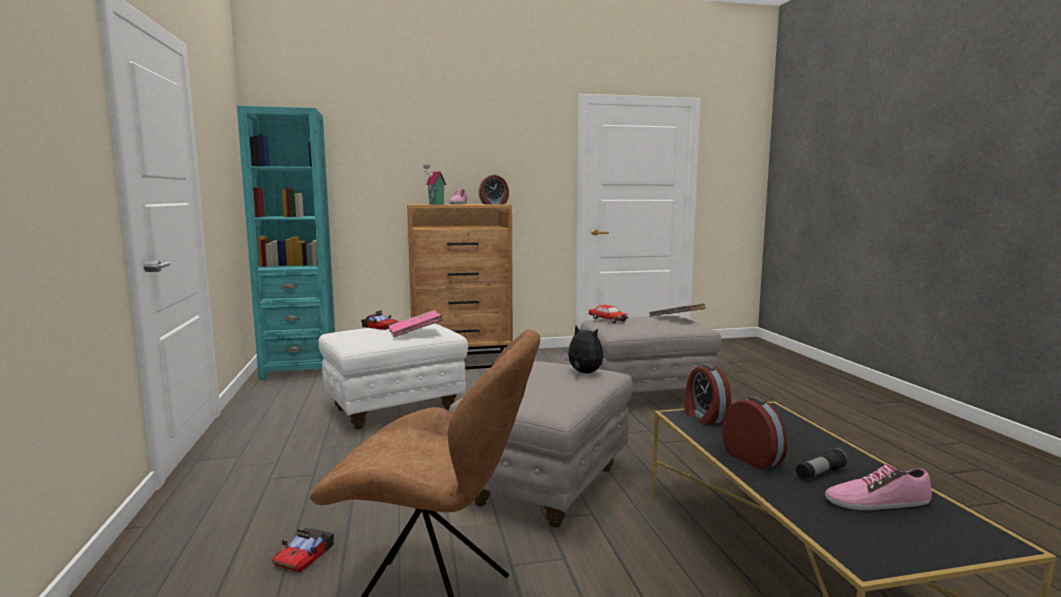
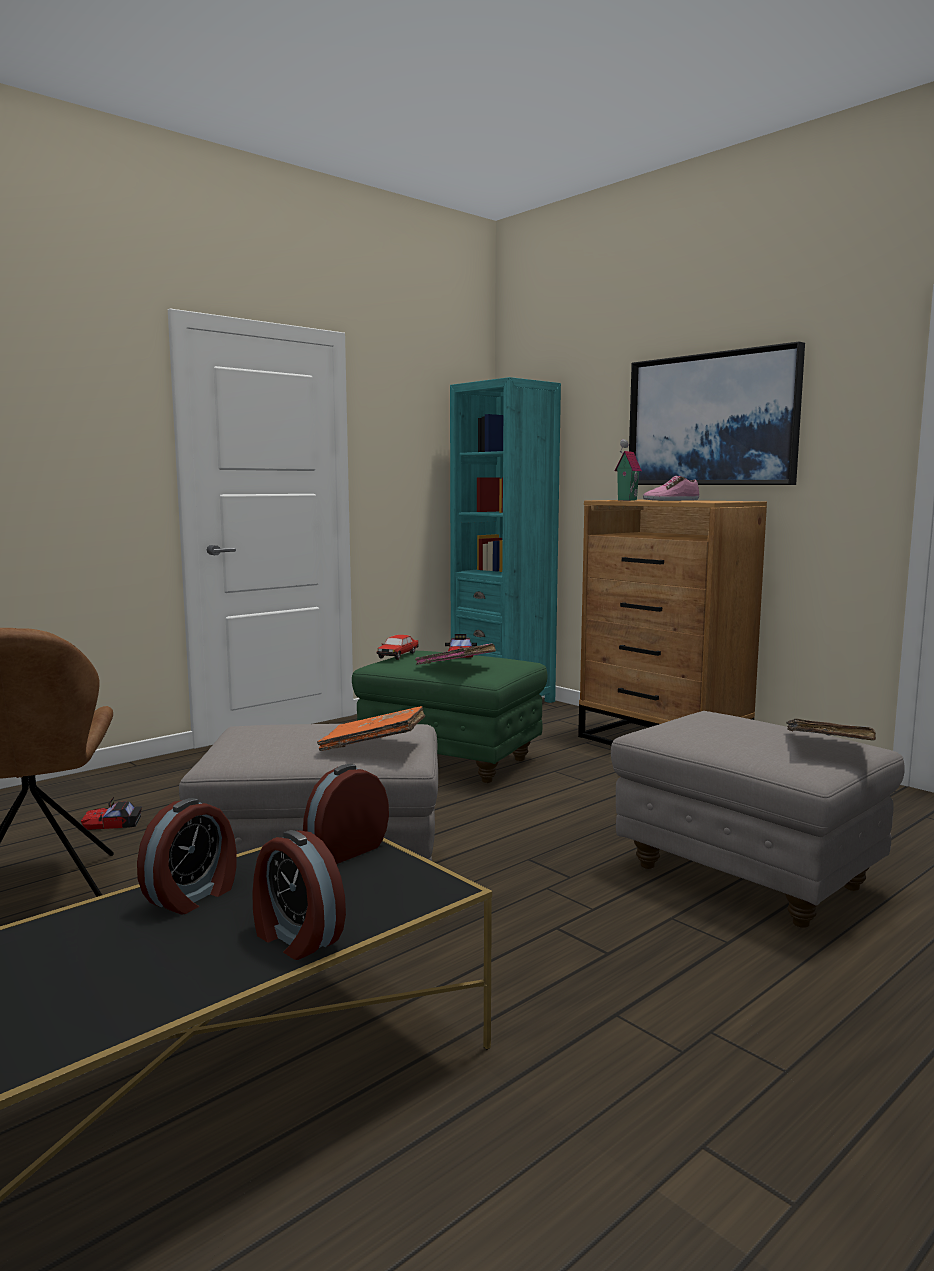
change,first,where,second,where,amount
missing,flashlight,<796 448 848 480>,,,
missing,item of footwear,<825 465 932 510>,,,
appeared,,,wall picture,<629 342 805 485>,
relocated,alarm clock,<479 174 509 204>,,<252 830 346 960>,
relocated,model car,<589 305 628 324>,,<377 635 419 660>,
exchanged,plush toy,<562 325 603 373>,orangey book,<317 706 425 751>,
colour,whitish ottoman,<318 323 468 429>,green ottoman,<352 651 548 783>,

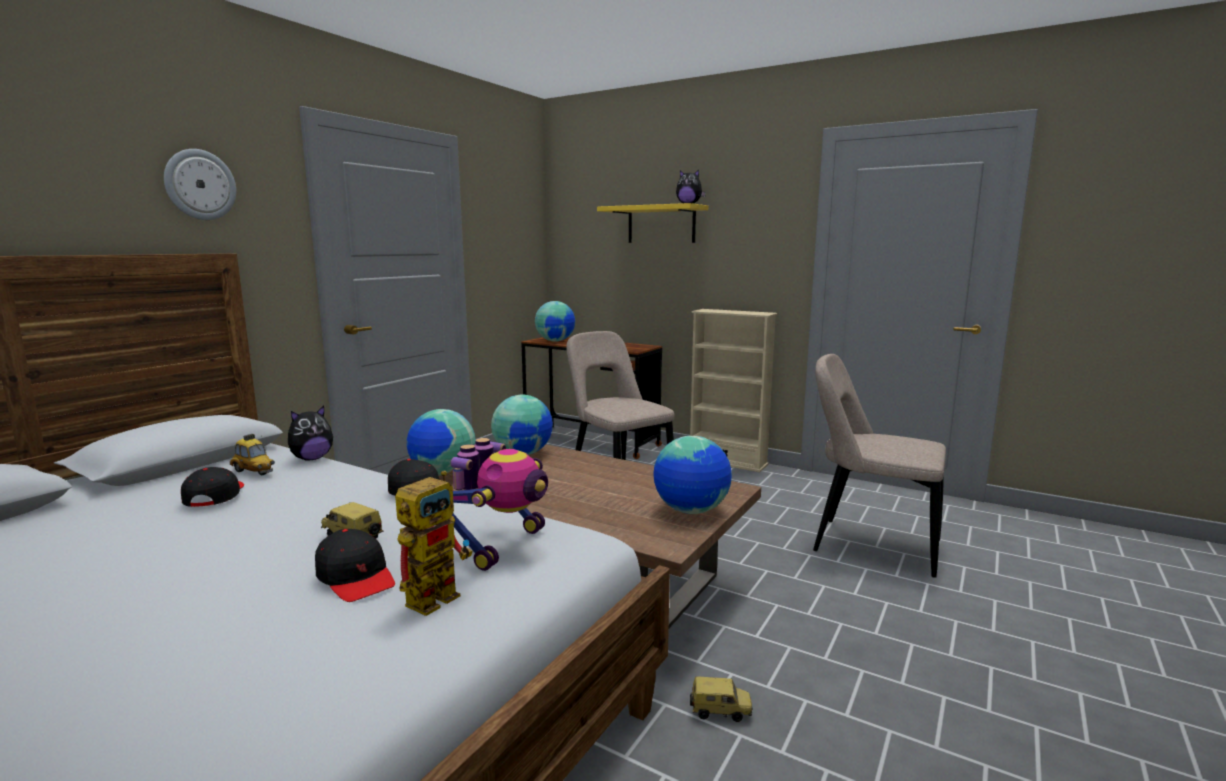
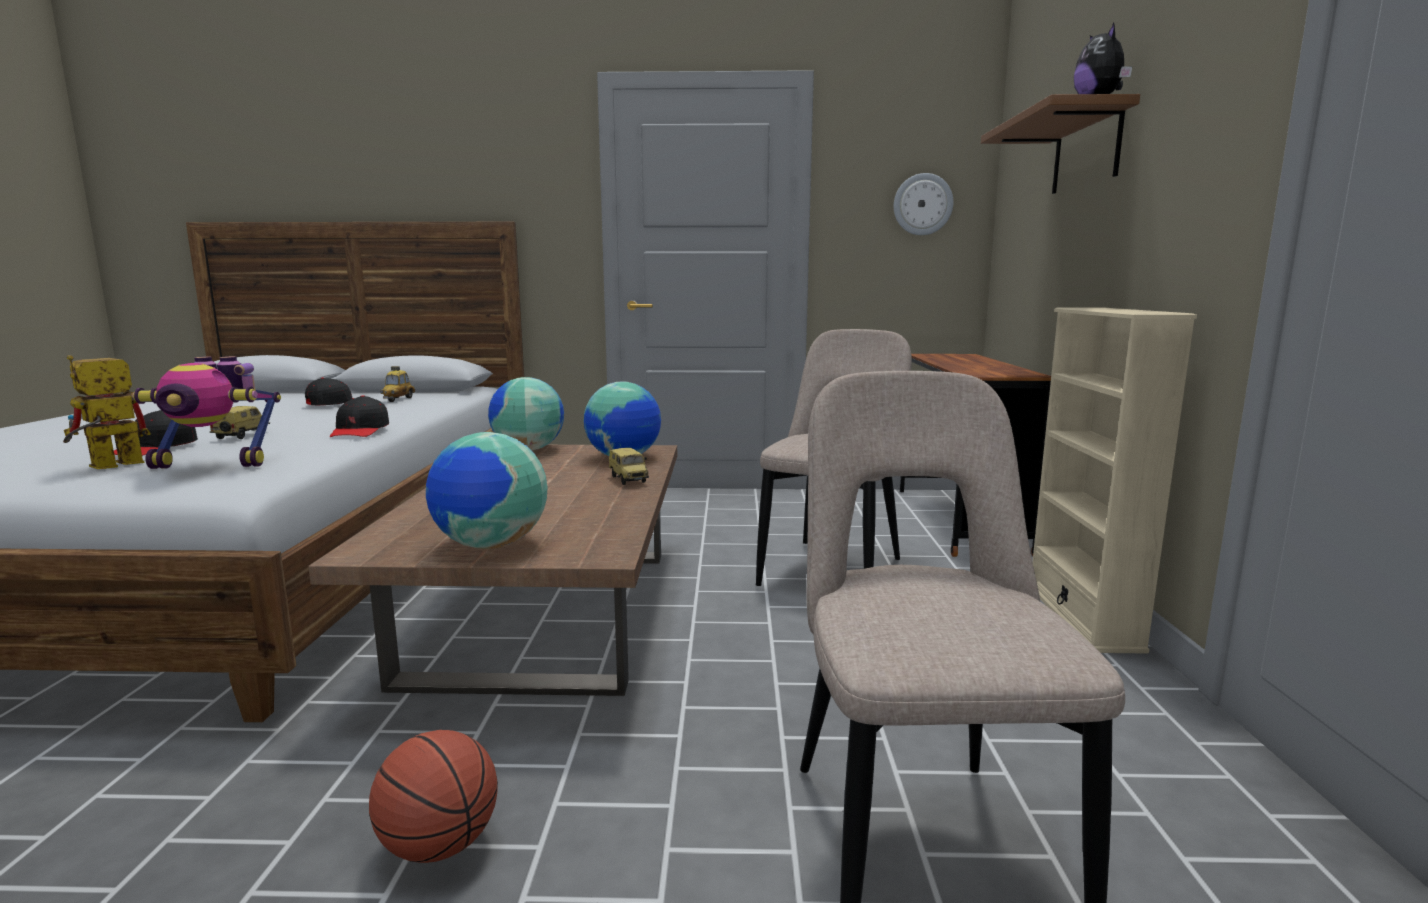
change,first,where,second,where,amount
missing,plush toy,<288 406 333 461>,,,
missing,world globe,<535 301 575 342>,,,
appeared,,,basketball ball,<369 730 498 863>,
relocated,clock on the wall,<164 149 236 220>,,<894 173 953 235>,
relocated,model car,<690 677 753 722>,,<609 448 649 485>,
colour,yellowish bracket shelf,<597 203 708 243>,brownish bracket shelf,<981 94 1140 194>,
spun,model robot,<395 471 473 616>,,<63 355 151 469>,120 degrees clockwise

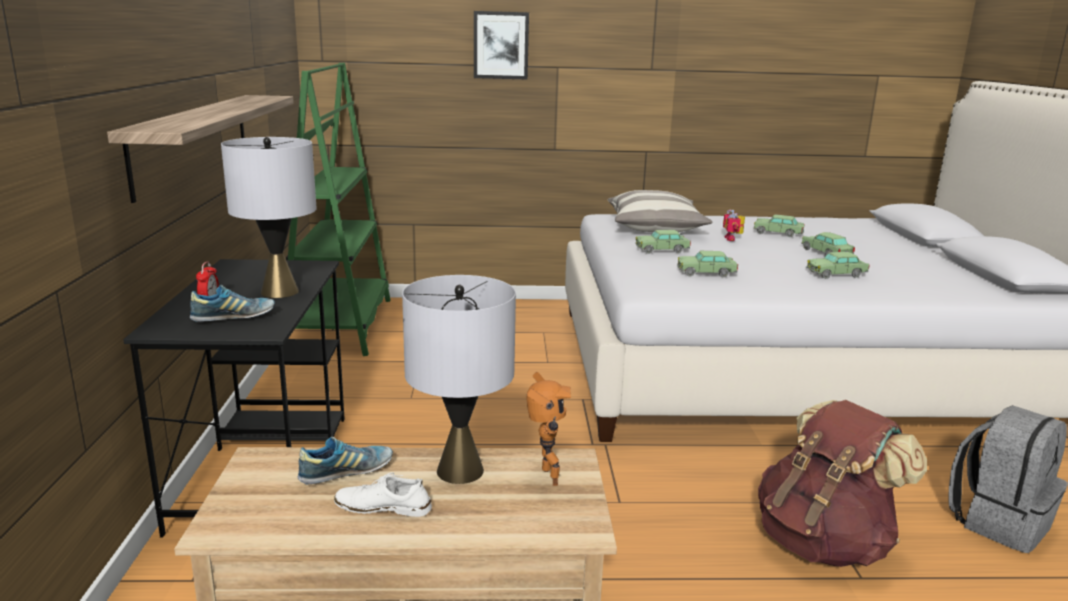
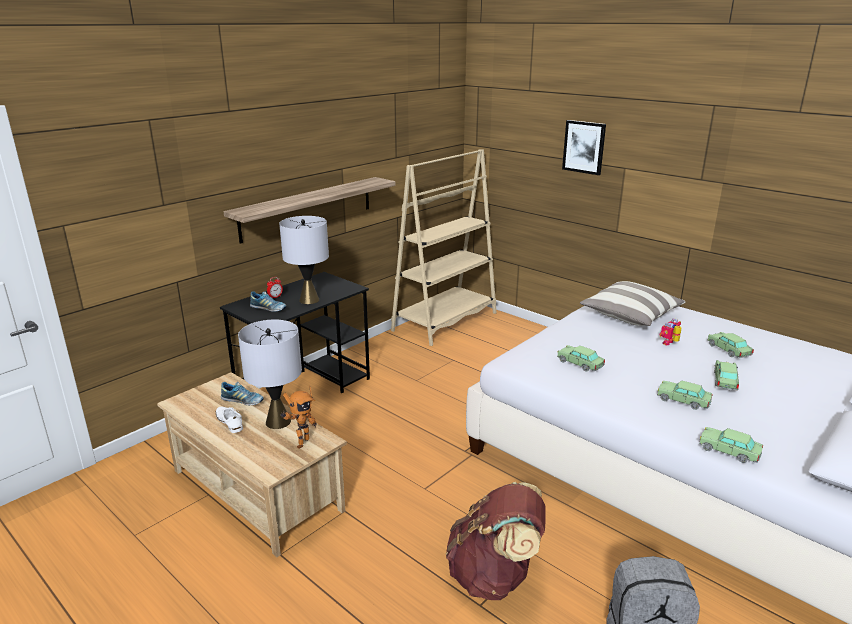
change,first,where,second,where,amount
relocated,model car,<635 230 691 254>,,<699 427 763 463>,
colour,green shelving unit,<286 63 390 356>,beige shelving unit,<391 149 497 346>,

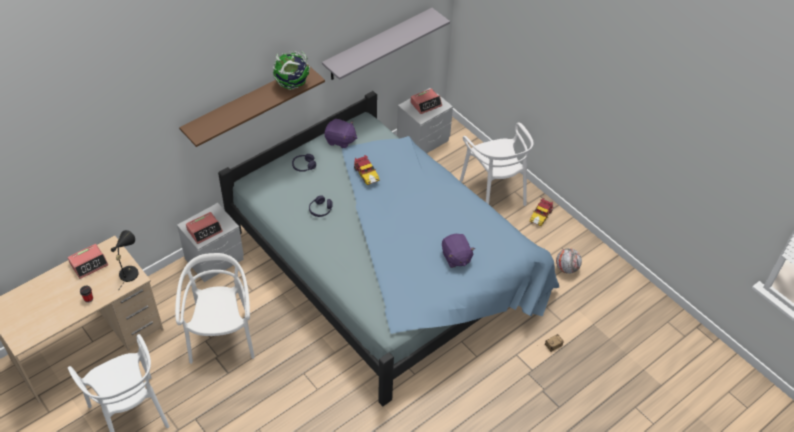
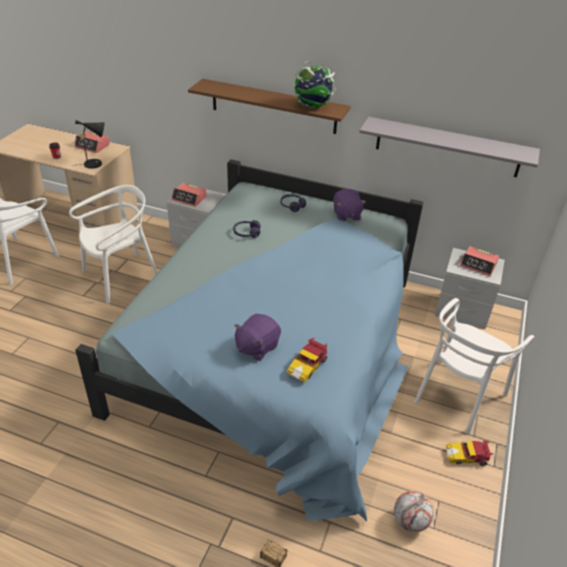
change,first,where,second,where,amount
relocated,model car,<354 155 380 185>,,<287 338 328 382>,

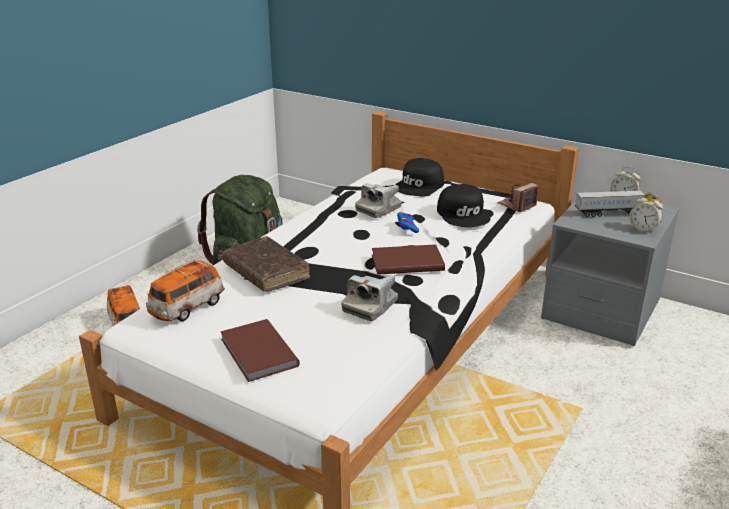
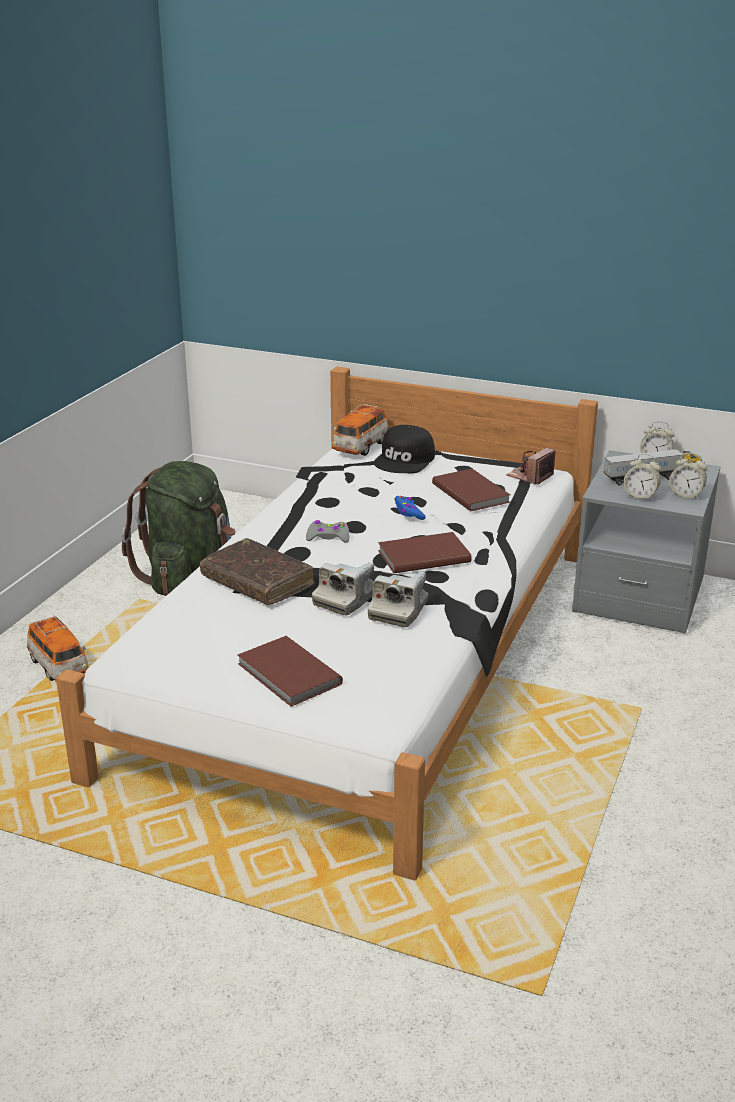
change,first,where,second,where,amount
appeared,,,greyish game controller,<306 520 349 543>,
appeared,,,alarm clock,<624 454 661 501>,
relocated,model car,<146 259 225 321>,,<332 403 388 456>,
relocated,still camera,<355 183 402 218>,,<312 562 374 615>,
exchanged,black peaked cap,<437 184 490 227>,brownish book,<432 469 510 511>,

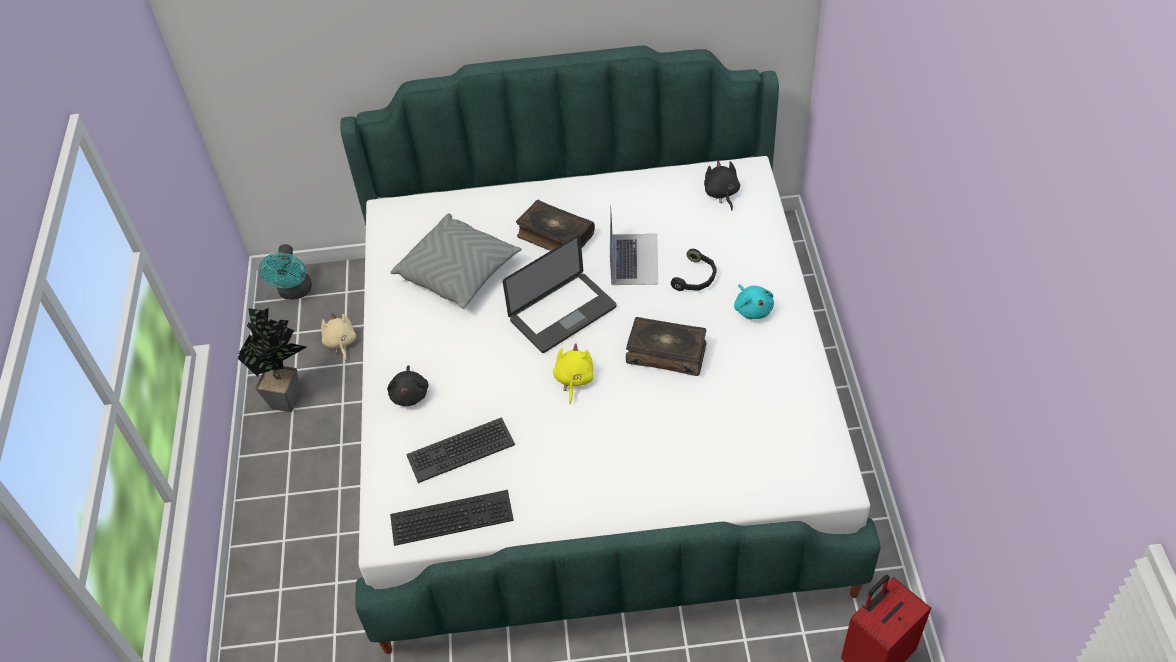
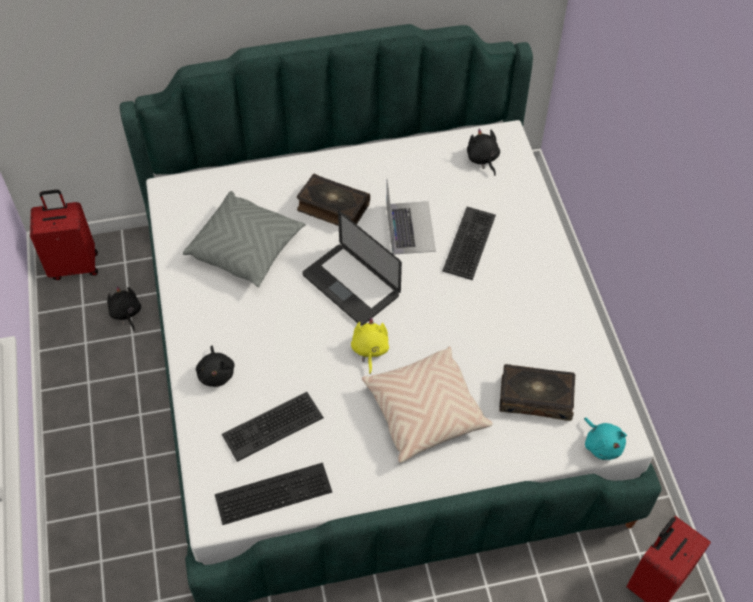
change,first,where,second,where,amount
missing,potted plant,<238 308 307 412>,,,
appeared,,,beige pillow,<362 346 493 463>,
relocated,book,<626 317 706 376>,,<499 364 575 421>,
relocated,turquoise-coloured plush toy,<734 284 774 319>,,<584 418 627 460>,
exchanged,turquoise-coloured electric fan,<259 244 312 300>,reddish piece of luggage,<30 190 98 280>,
exchanged,black pair of headphones,<671 249 717 291>,computer keyboard,<442 207 496 280>,
colour,beige plush toy,<321 313 356 361>,black plush toy,<107 286 141 331>,
spun,laptop,<503 235 617 353>,,<302 211 402 326>,90 degrees clockwise

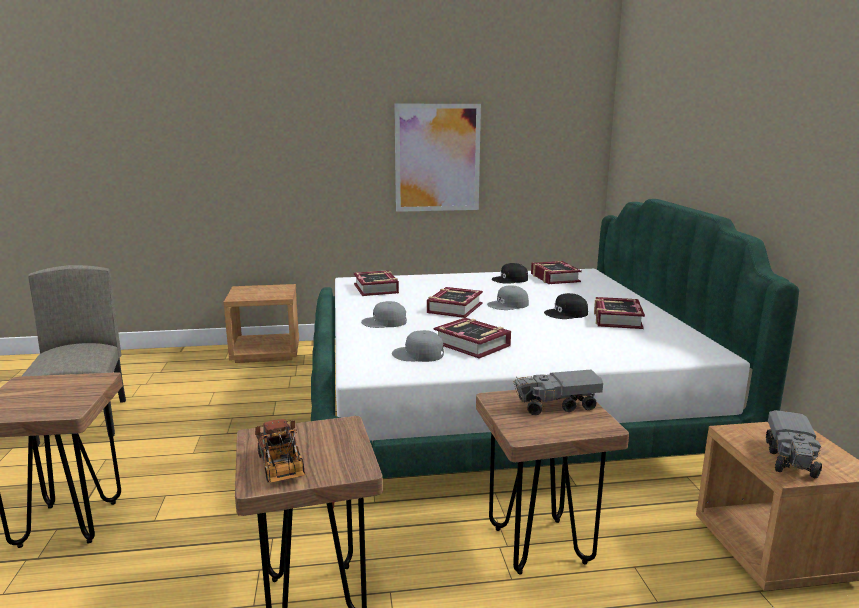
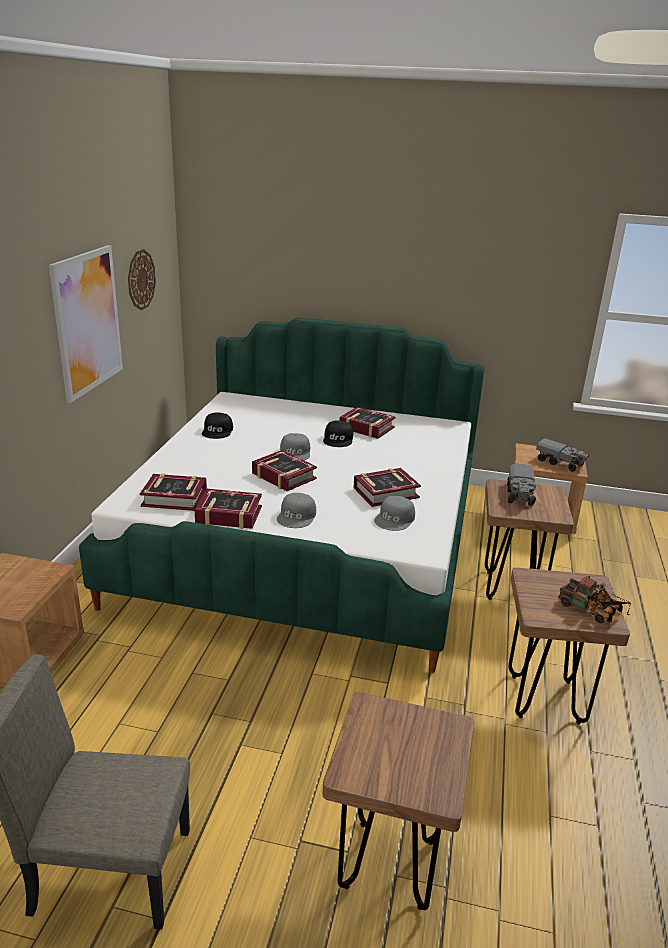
change,first,where,second,where,amount
appeared,,,clock on the wall,<128 249 156 310>,
relocated,book,<531 261 582 284>,,<195 489 262 529>,
spun,model truck,<255 419 306 483>,,<558 576 631 623>,45 degrees clockwise

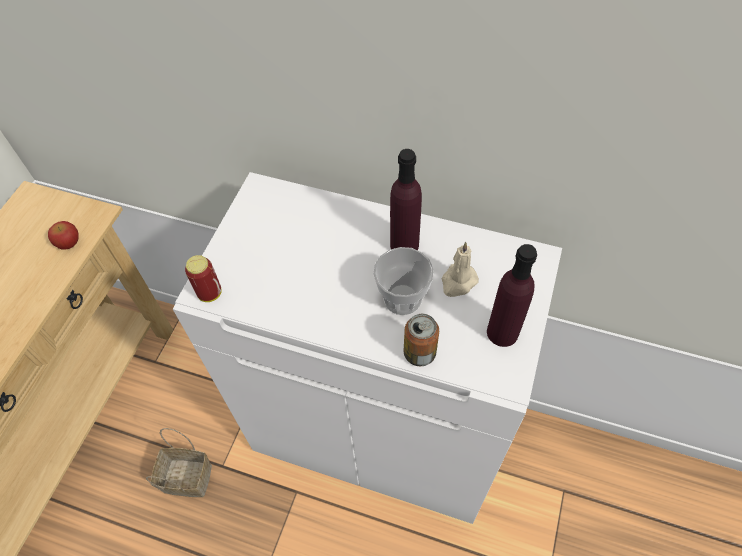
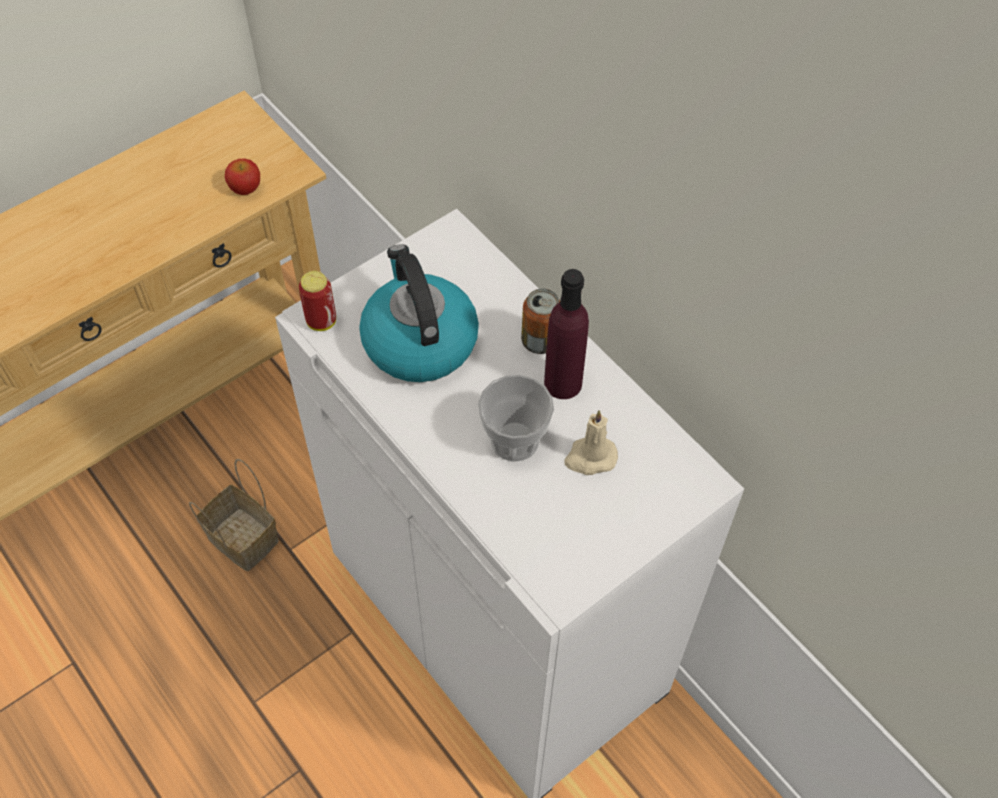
change,first,where,second,where,amount
missing,purplish drink bottle,<487 244 537 347>,,,
appeared,,,water kettle,<359 244 479 382>,
relocated,can,<404 314 439 366>,,<521 288 560 354>,

